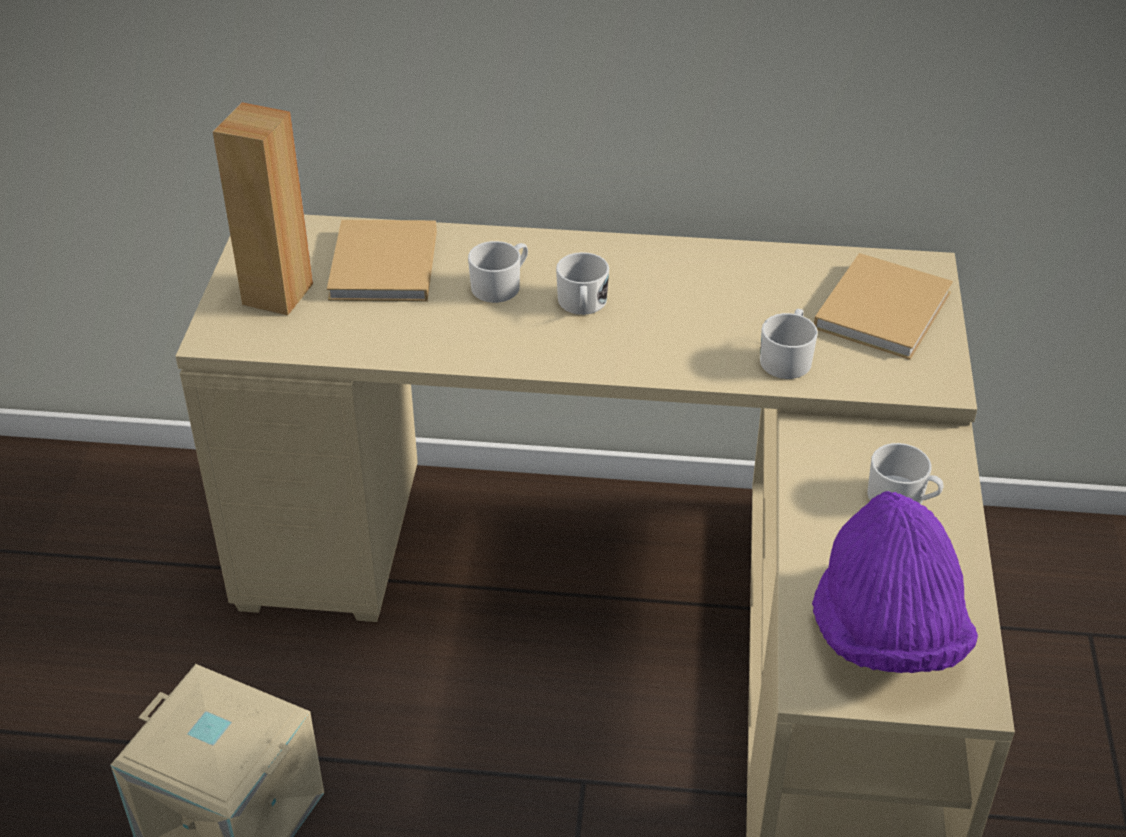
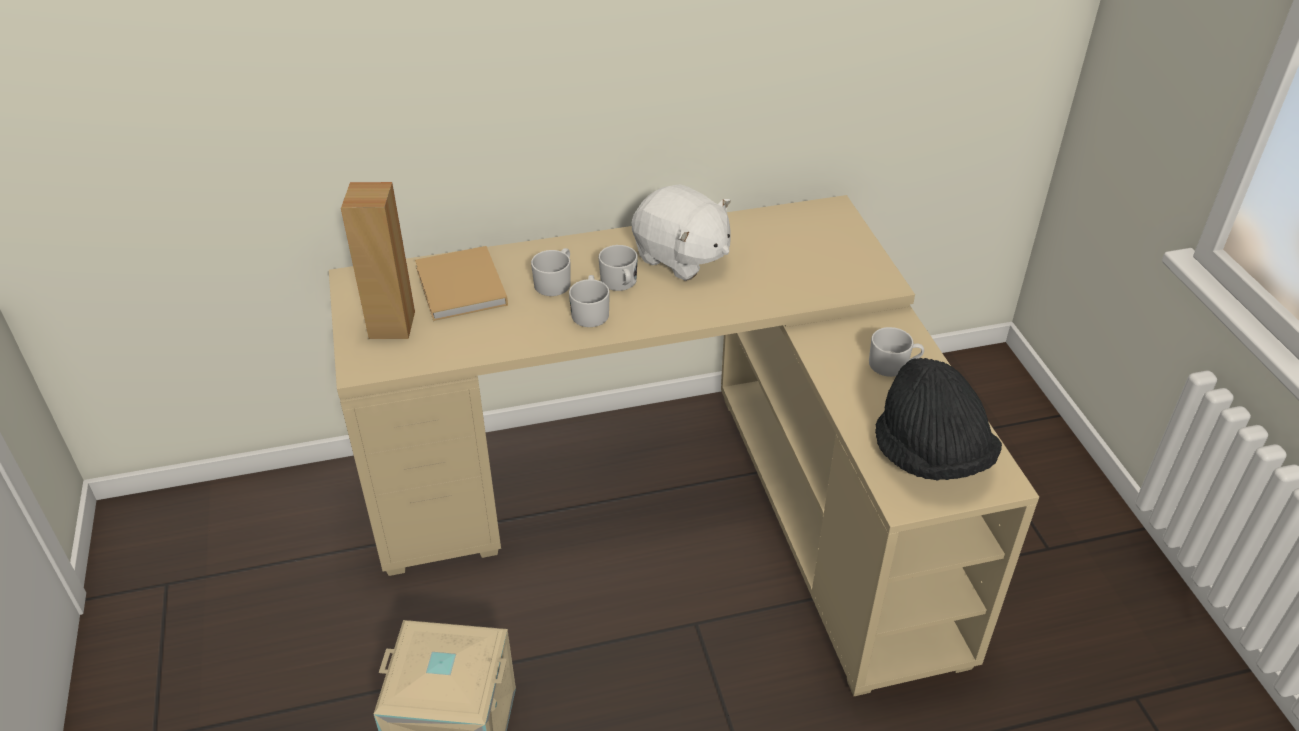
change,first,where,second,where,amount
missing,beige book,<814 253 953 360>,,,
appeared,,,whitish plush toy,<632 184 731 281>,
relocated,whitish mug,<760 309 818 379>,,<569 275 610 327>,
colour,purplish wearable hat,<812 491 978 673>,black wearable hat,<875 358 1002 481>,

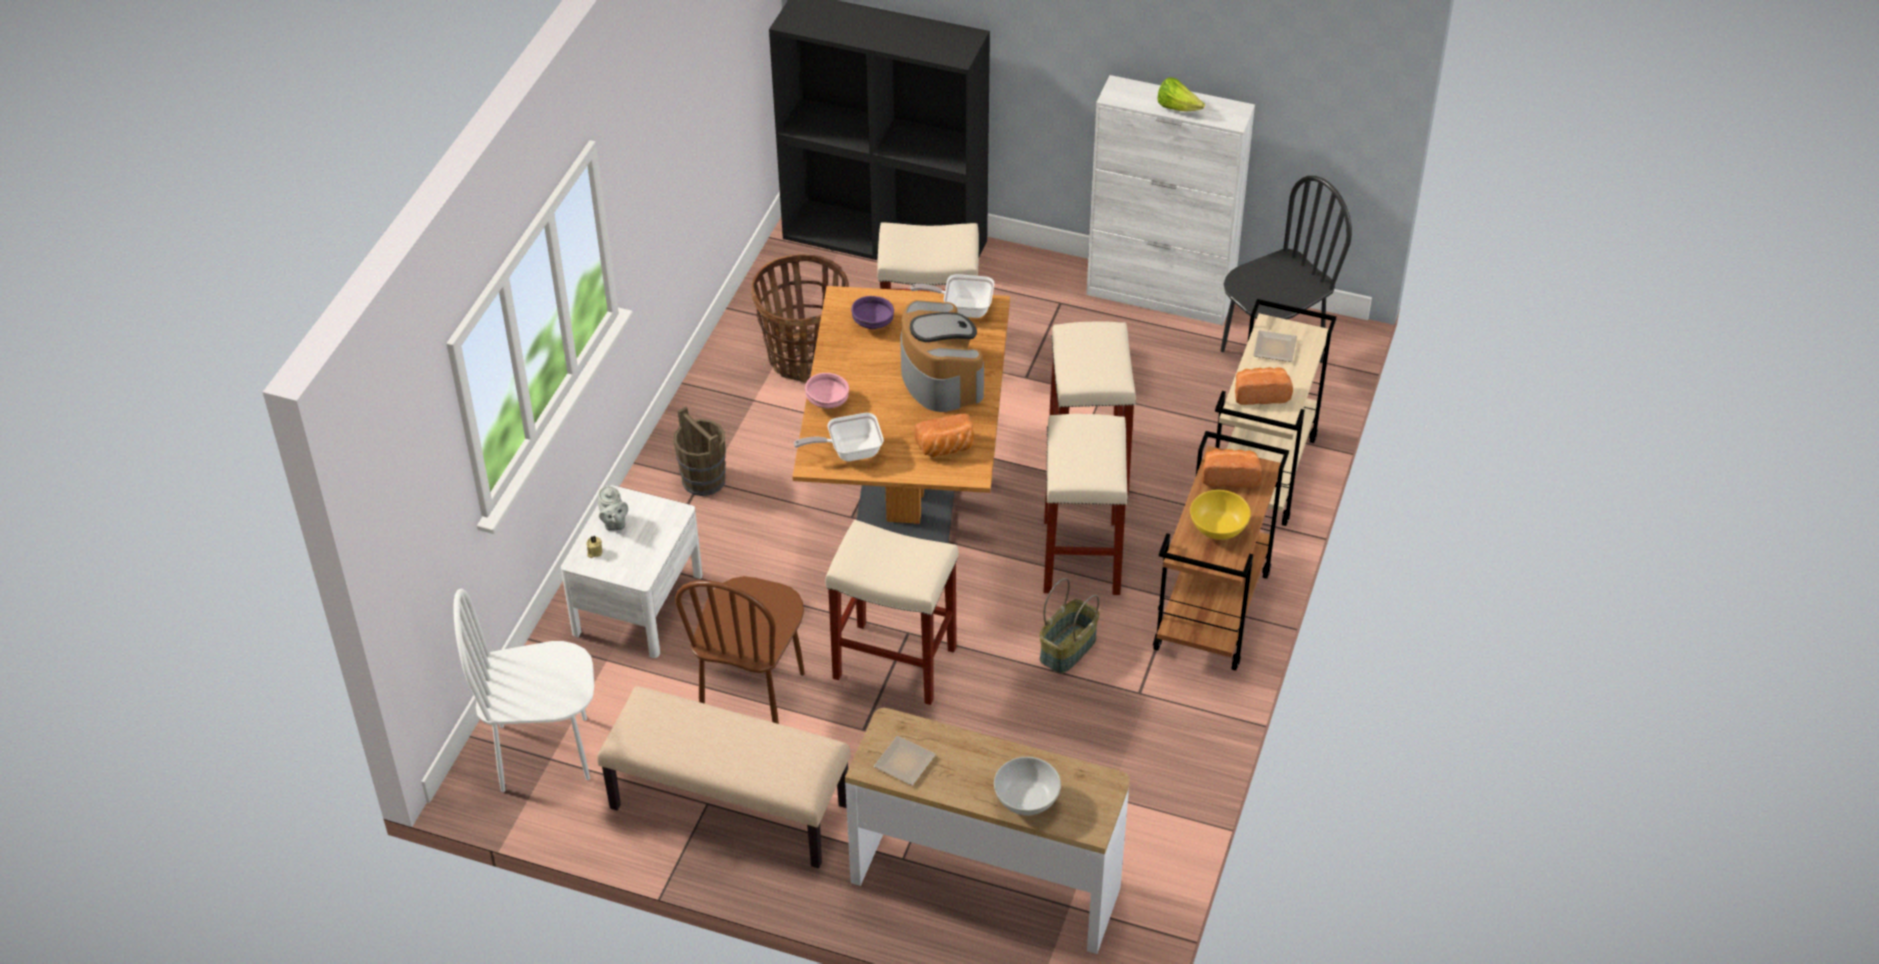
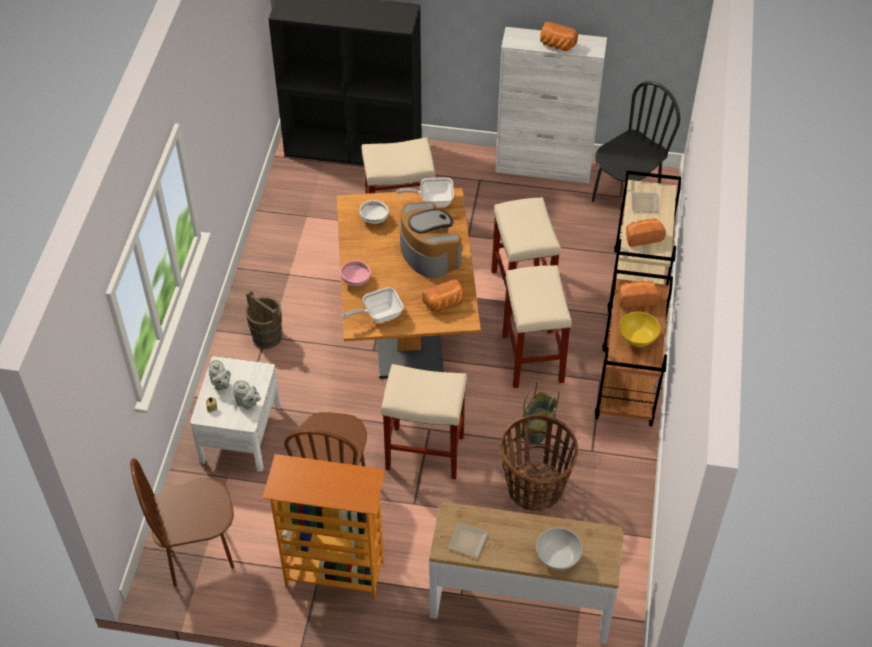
change,first,where,second,where,amount
appeared,,,greyish teapot,<233 380 261 409>,
relocated,basket,<751 254 849 382>,,<500 415 578 512>,
exchanged,beige long seat,<597 686 851 869>,shelving unit,<263 454 385 600>,
exchanged,head of lettuce,<1158 77 1205 111>,bakery bread,<540 22 578 51>,
colour,whitish plain chair,<453 589 594 792>,brownish plain chair,<130 458 234 586>,
colour,purplish serving bowl,<851 296 894 329>,whitish serving bowl,<359 200 389 224>,

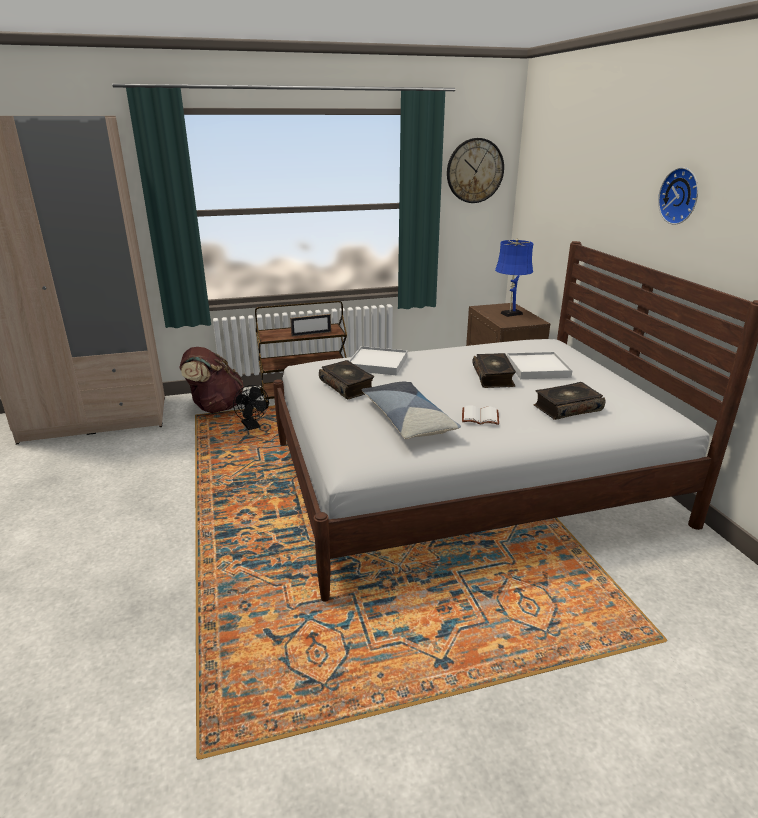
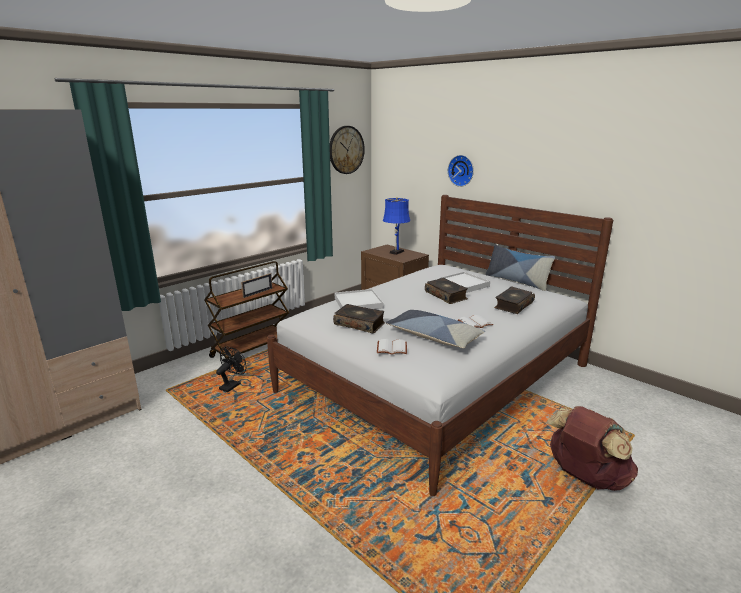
change,first,where,second,where,amount
appeared,,,whitish book,<377 339 407 355>,
appeared,,,pillow,<486 244 555 291>,
relocated,brownish backpack,<179 347 244 413>,,<547 406 638 491>,
relocated,clock on the wall,<658 167 698 225>,,<448 155 474 187>,
spun,black electric fan,<233 385 269 430>,,<216 347 246 392>,90 degrees counterclockwise

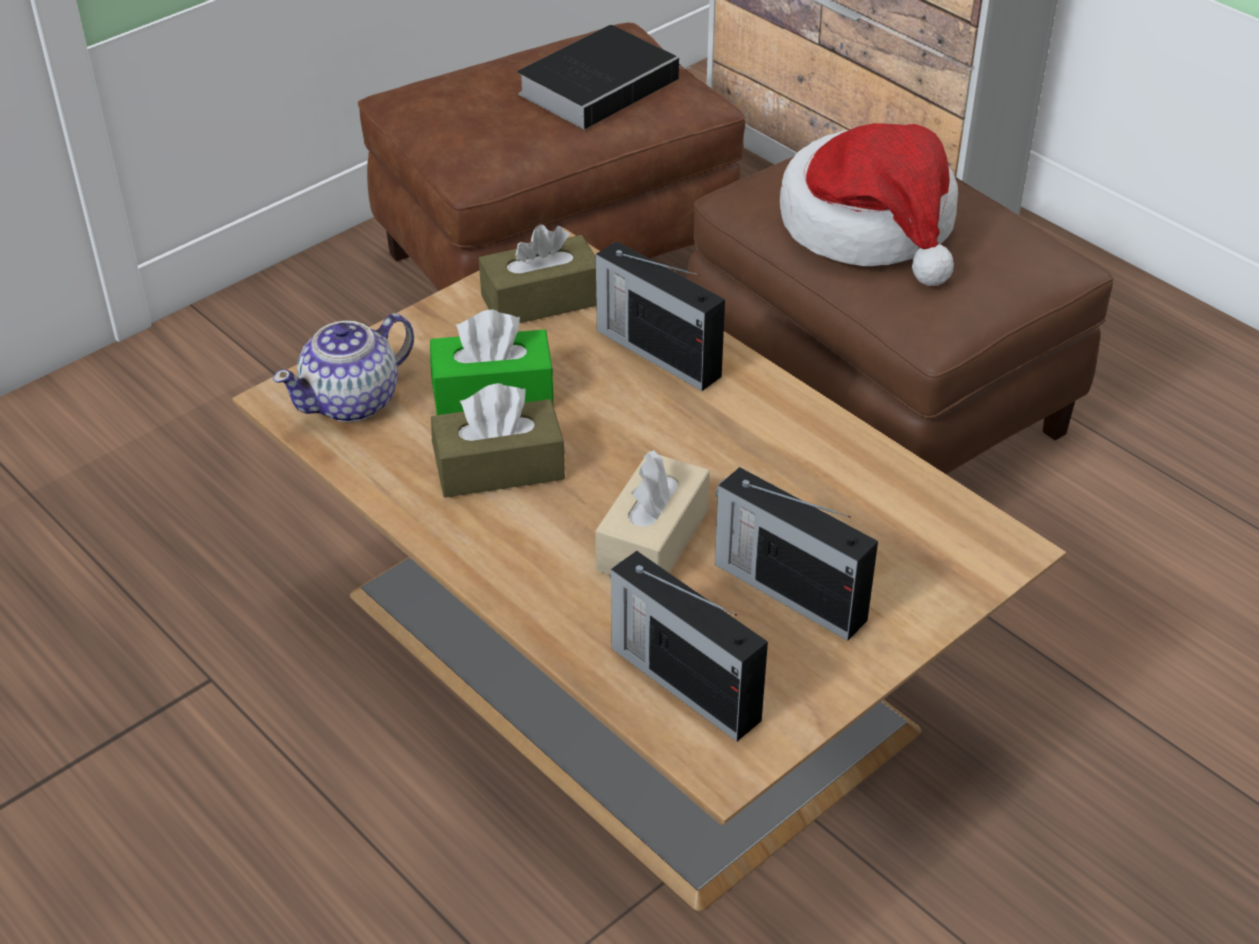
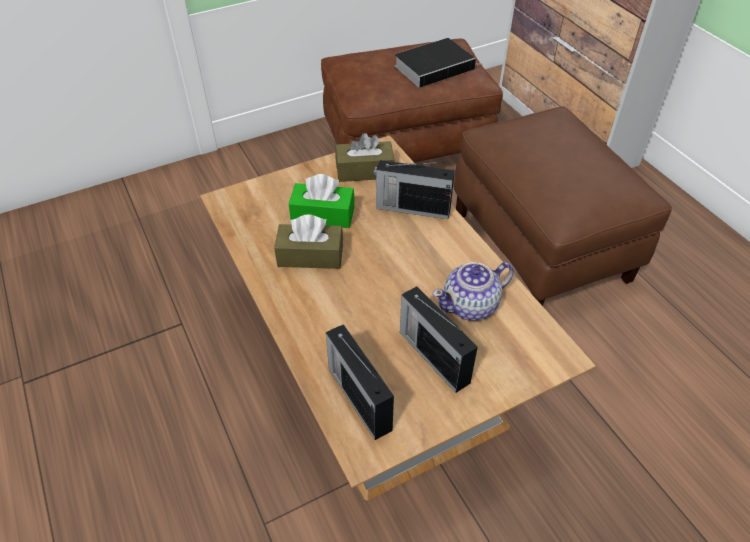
change,first,where,second,where,amount
missing,beige tissue holder,<595 450 710 575>,,,
missing,wearable hat,<780 123 958 286>,,,
relocated,teapot,<273 313 414 422>,,<433 262 514 321>,
spun,radio,<595 241 725 391>,,<374 160 455 219>,45 degrees counterclockwise

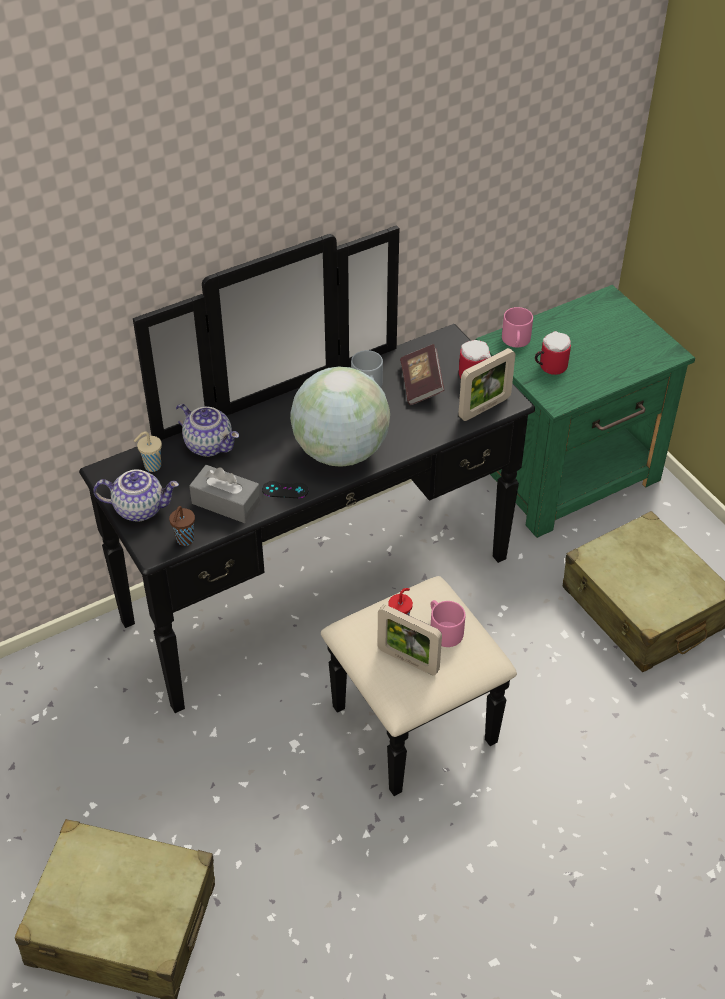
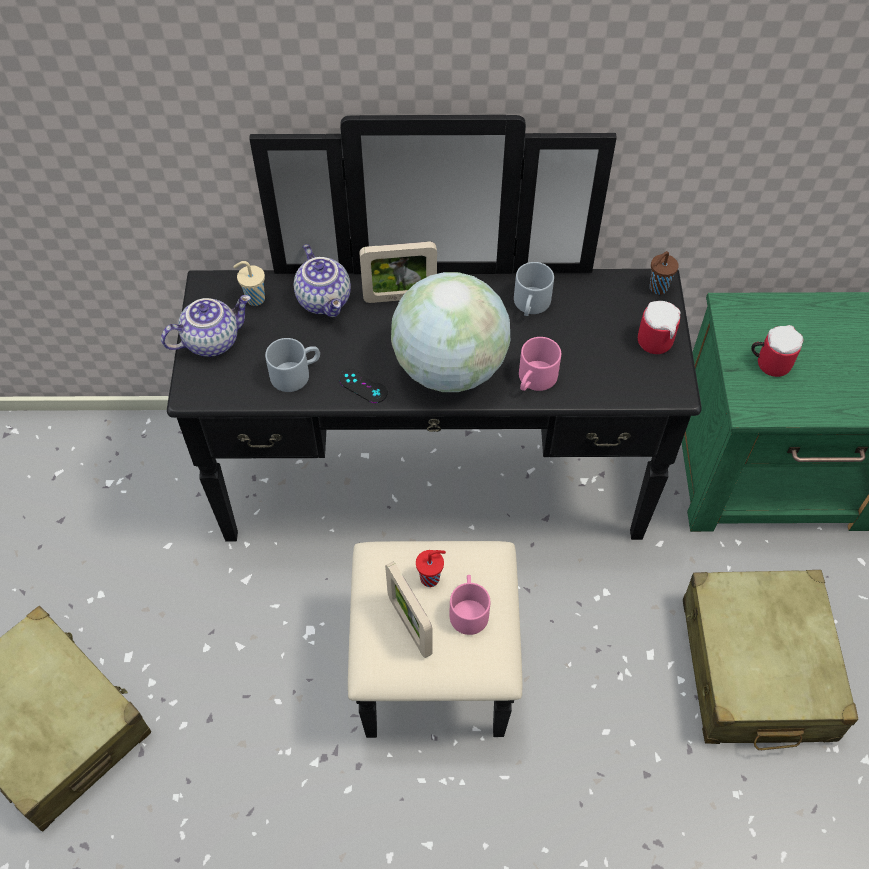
change,first,where,second,where,amount
missing,book,<400 344 444 405>,,,
relocated,brownish small cup,<169 506 195 546>,,<650 251 679 295>,
relocated,picture frame,<458 348 515 421>,,<359 242 437 303>,
relocated,pink-coloured mug,<502 307 533 347>,,<519 337 561 391>,
exchanged,greyish tissue holder,<189 465 261 523>,greyish mug,<265 338 320 392>,
spun,teapot,<93 469 179 522>,,<161 295 251 357>,60 degrees counterclockwise

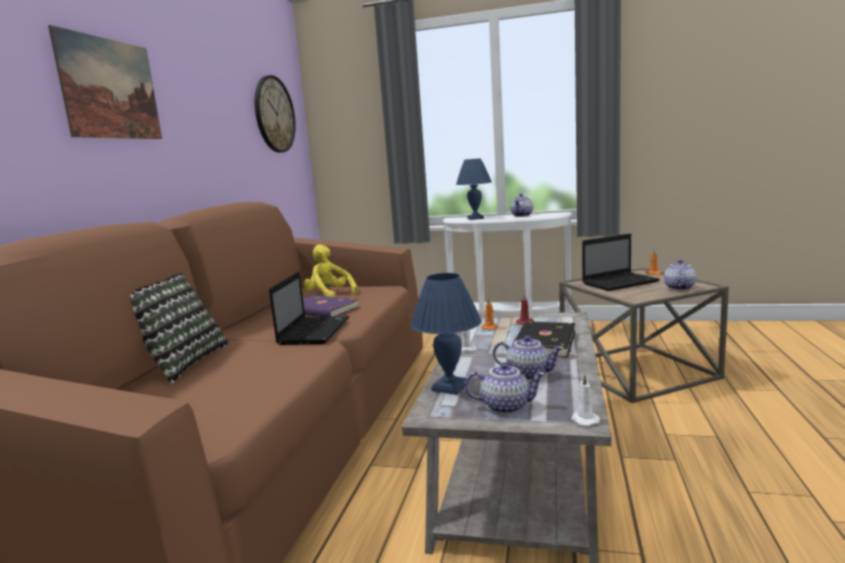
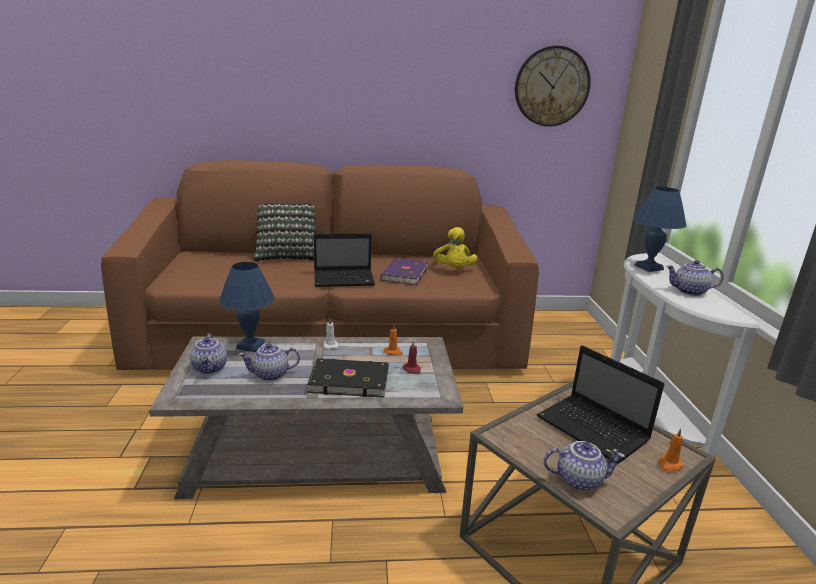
change,first,where,second,where,amount
missing,wall picture,<48 25 162 139>,,,
missing,whitish wax light,<571 374 600 426>,,,
spun,yellowish plush toy,<304 245 358 297>,,<433 227 477 268>,150 degrees clockwise
spun,teapot,<493 335 564 380>,,<238 343 300 381>,75 degrees clockwise

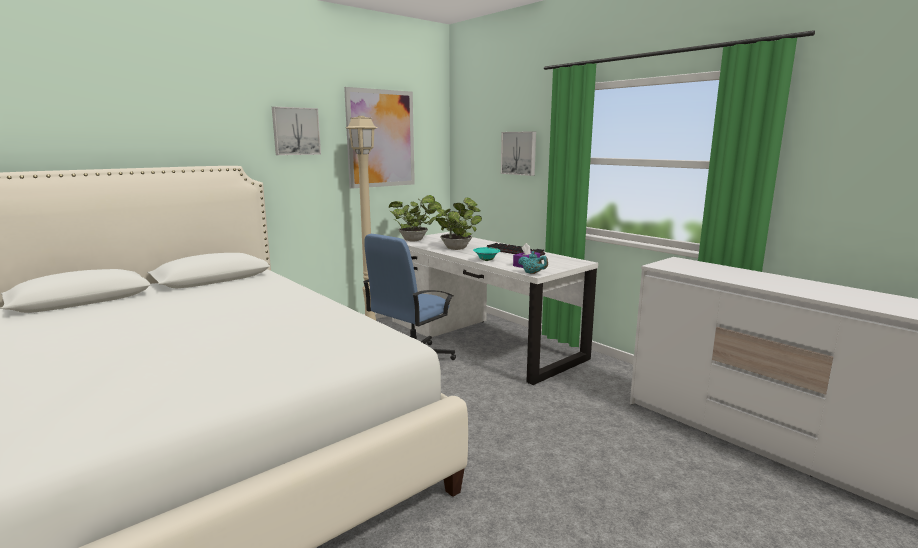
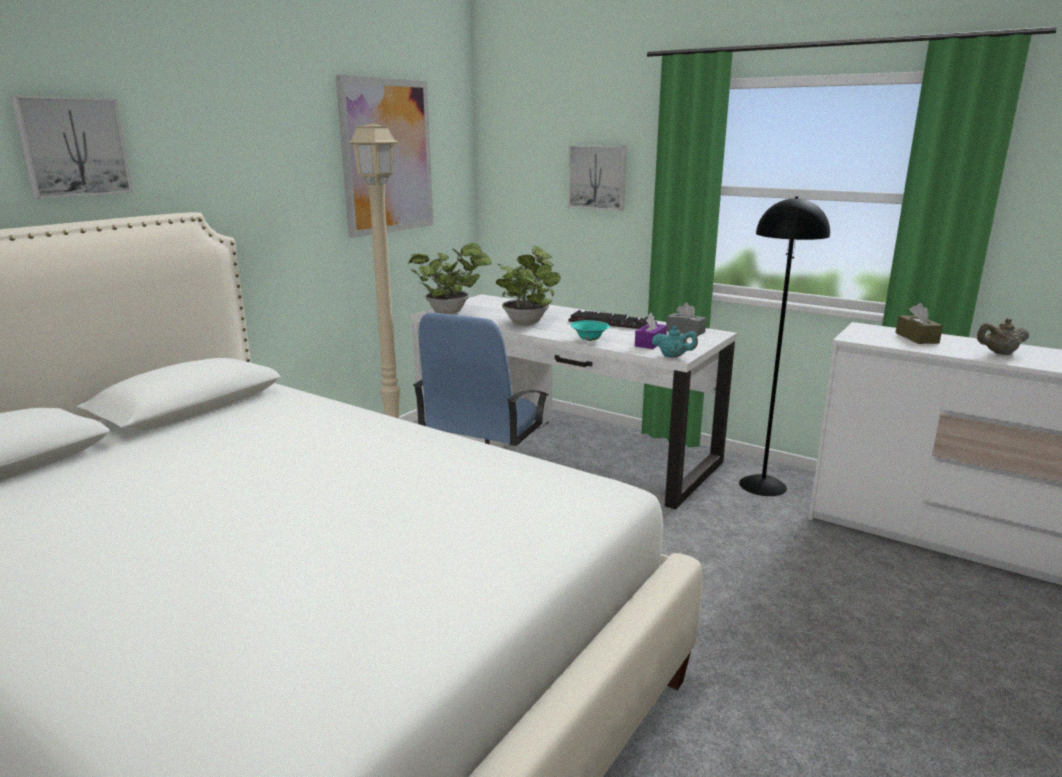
change,first,where,second,where,amount
appeared,,,greyish tissue holder,<666 303 706 336>,
appeared,,,black standard lamp,<739 196 830 496>,
appeared,,,brownish tissue holder,<895 303 943 344>,
appeared,,,beige teapot,<977 318 1029 355>,
relocated,wall picture,<272 107 321 155>,,<10 96 133 199>,

